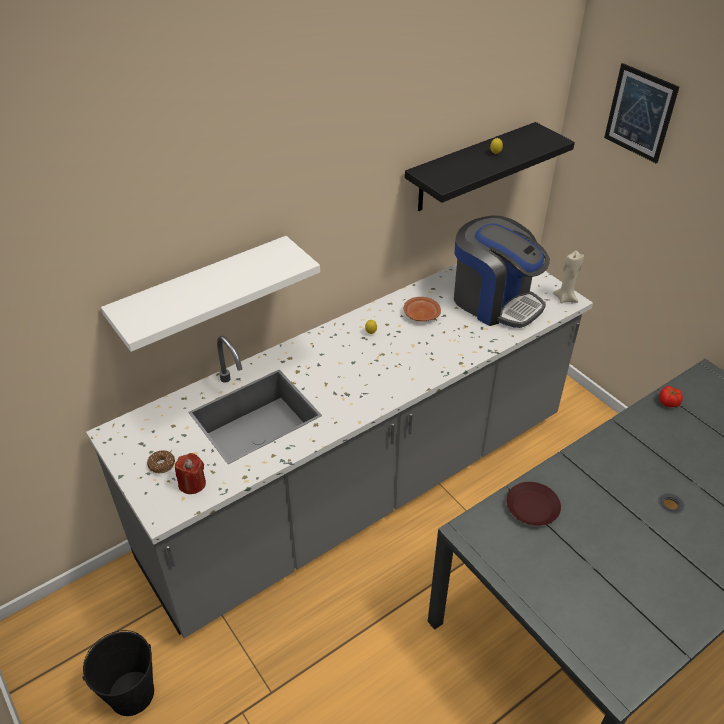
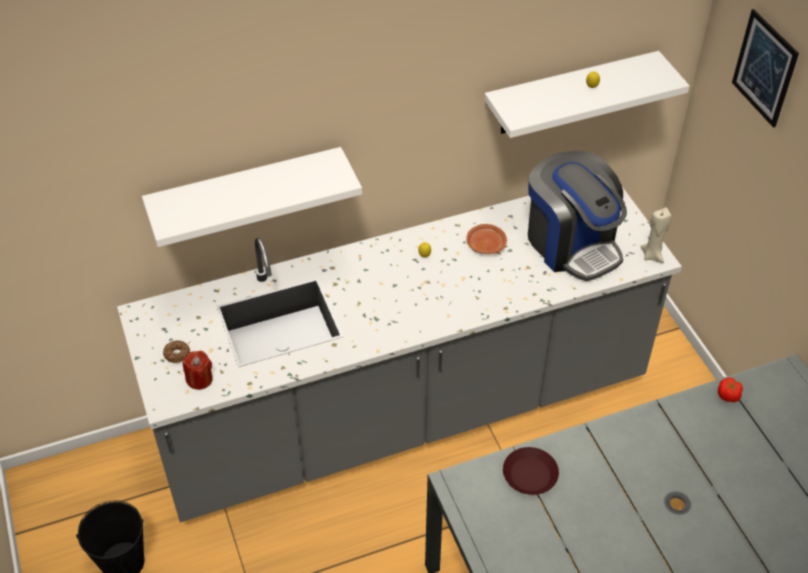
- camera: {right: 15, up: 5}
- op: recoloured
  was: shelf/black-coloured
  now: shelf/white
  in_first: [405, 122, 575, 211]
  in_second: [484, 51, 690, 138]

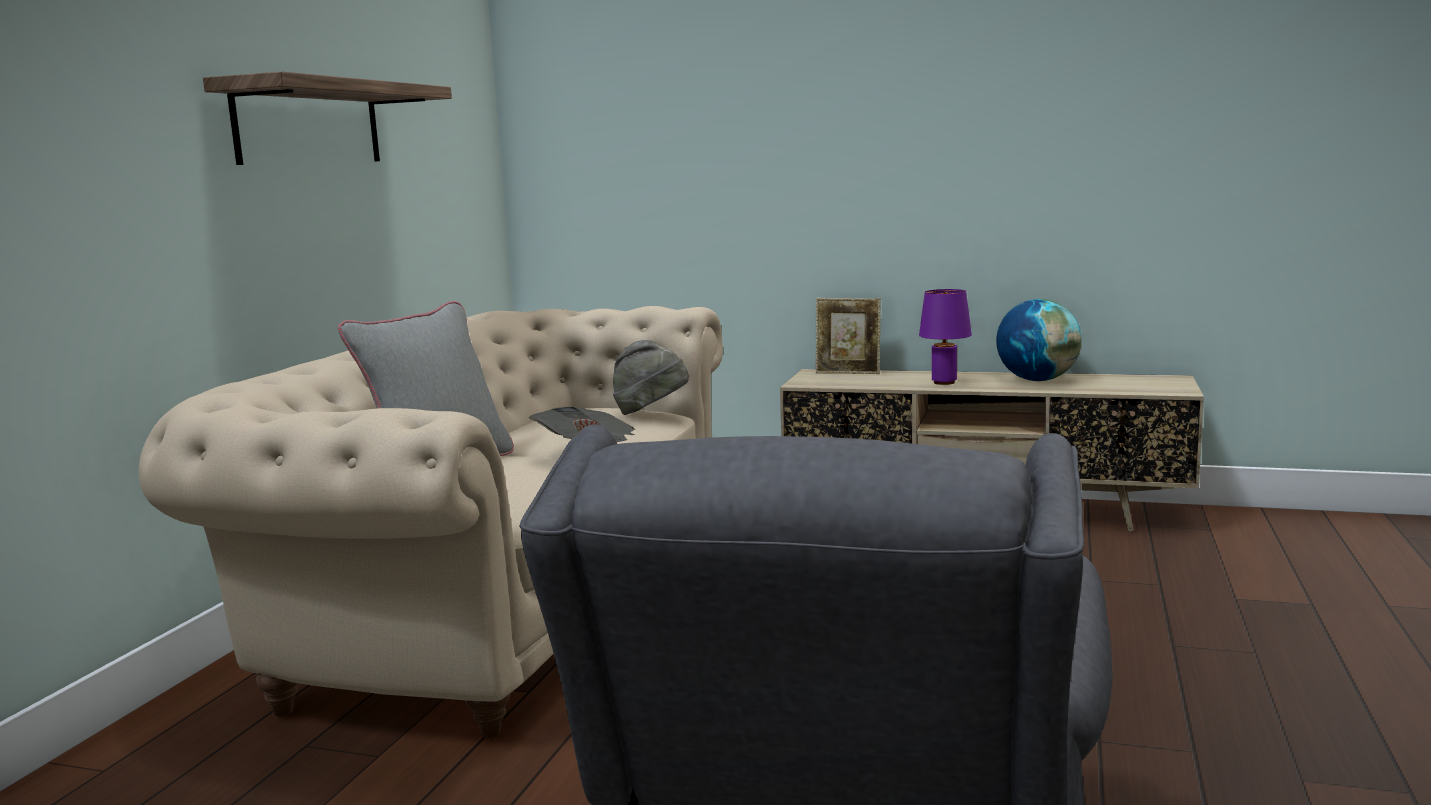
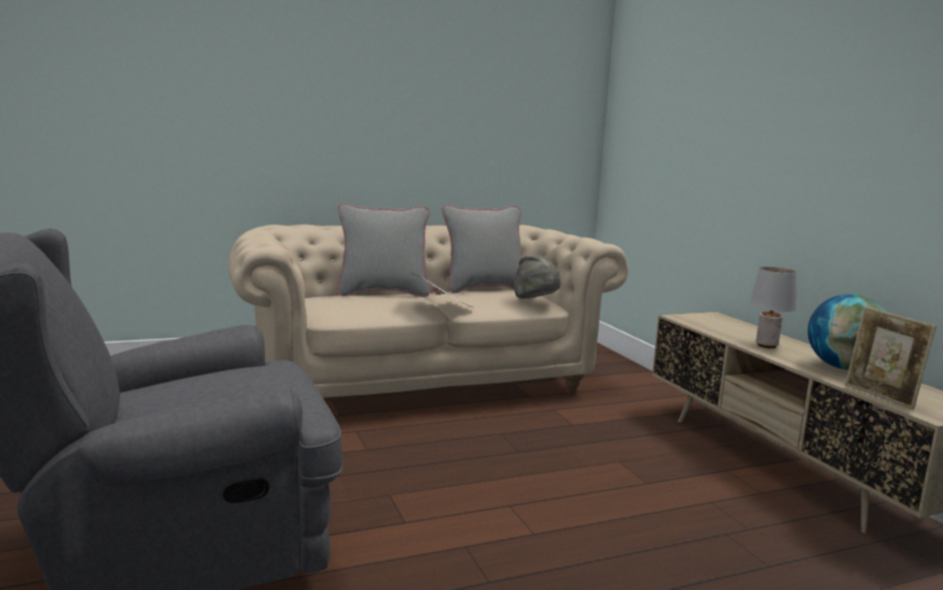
- camera: {right: 50, up: 0}
- op: removed
  was: shelf
  in_first: [203, 71, 452, 165]
- op: added
  now: cushion/greyish
  in_second: [442, 205, 522, 293]
- op: moved
  was: standing frame
  in_first: [816, 298, 881, 374]
  in_second: [845, 307, 937, 409]
- op: recoloured
  was: tabletop lamp/purple
  now: tabletop lamp/greyish
  in_first: [919, 289, 972, 385]
  in_second: [750, 267, 797, 348]

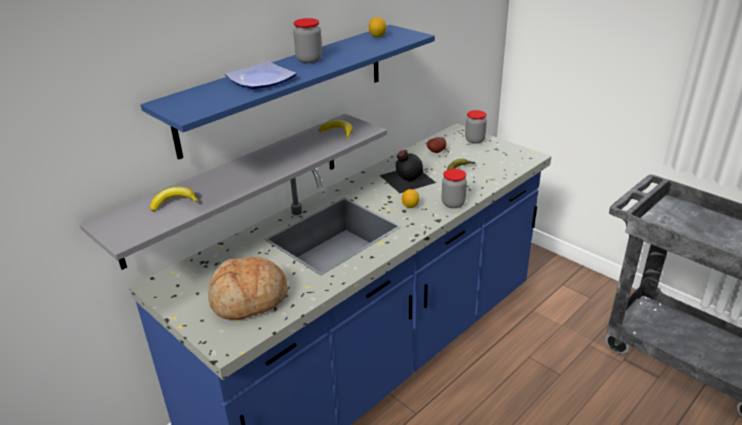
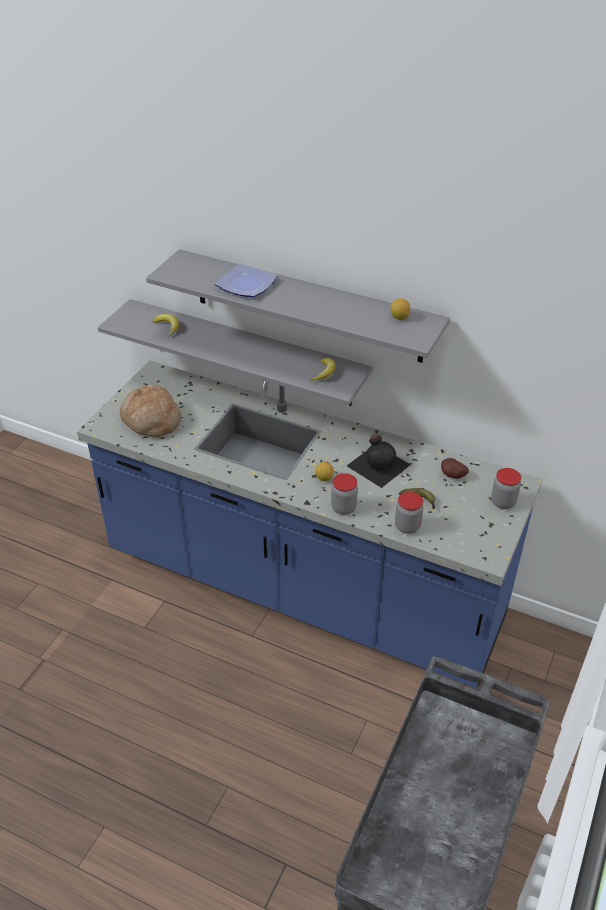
- camera: {right: 70, up: 10}
- op: moved
  was: jar
  in_first: [293, 18, 322, 63]
  in_second: [395, 492, 423, 534]
- op: recoloured
  was: shelf/bluish
  now: shelf/greyish
  in_first: [141, 25, 435, 160]
  in_second: [146, 249, 450, 363]

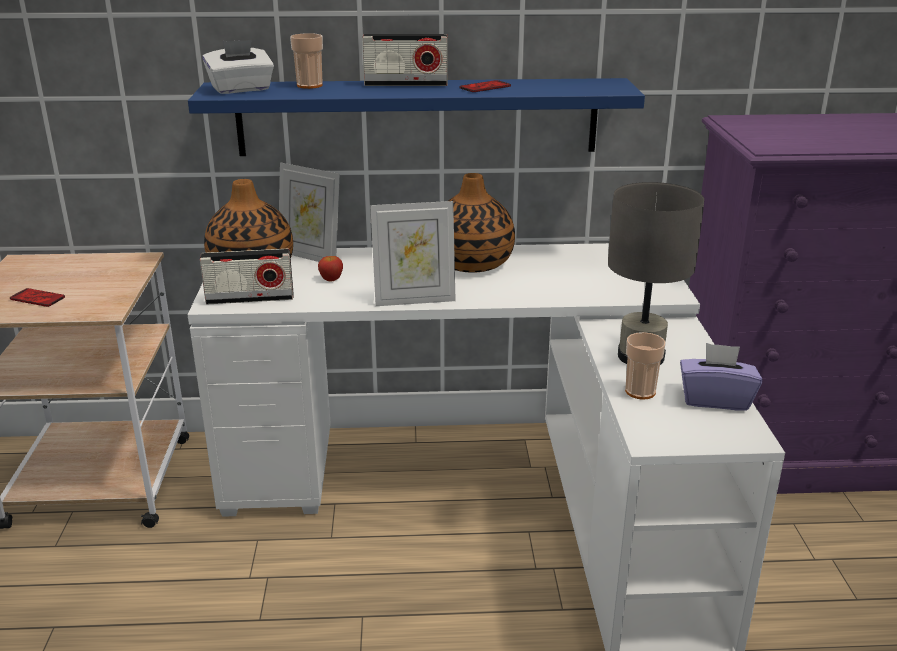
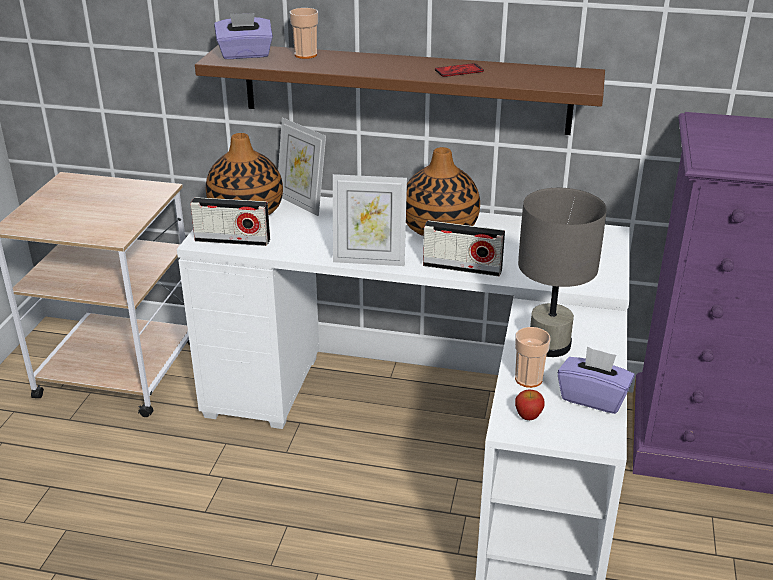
- camera: {right: 15, up: 5}
- op: removed
  was: phone
  in_first: [10, 288, 65, 307]
- op: moved
  was: whole apple
  in_first: [318, 256, 343, 281]
  in_second: [515, 390, 545, 420]
- op: moved
  was: radio set
  in_first: [362, 34, 448, 86]
  in_second: [423, 220, 505, 276]
- op: recoloured
  was: shelf/bluish
  now: shelf/brown-coloured
  in_first: [188, 78, 645, 156]
  in_second: [195, 45, 605, 135]
- op: recoloured
  was: tissue holder/white
  now: tissue holder/purple
  in_first: [202, 39, 274, 94]
  in_second: [214, 13, 273, 59]

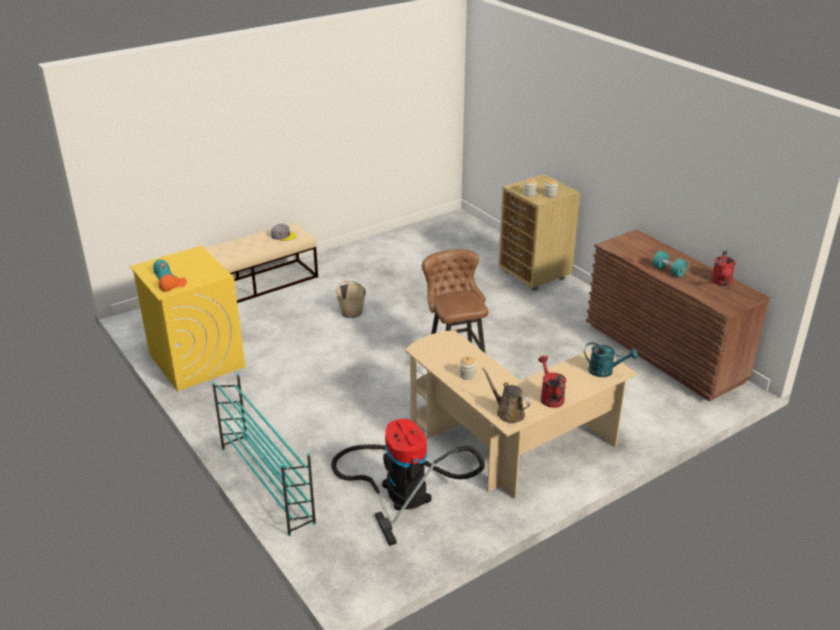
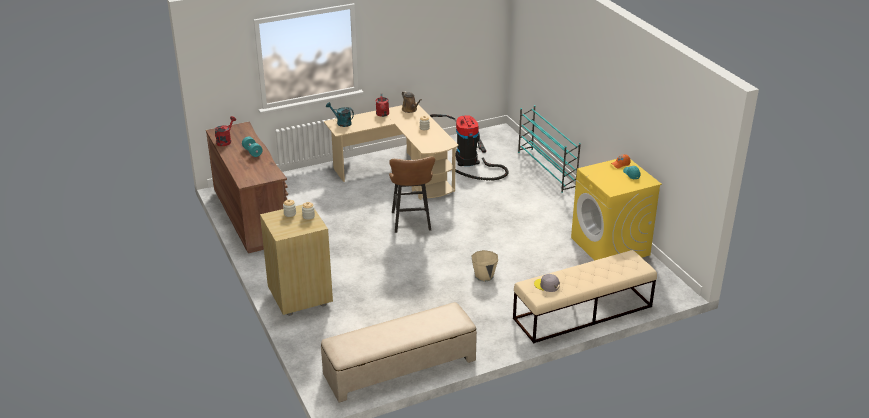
- camera: {right: -170, up: 0}
- op: added
  now: indoor bench/beige
  in_second: [321, 302, 477, 402]

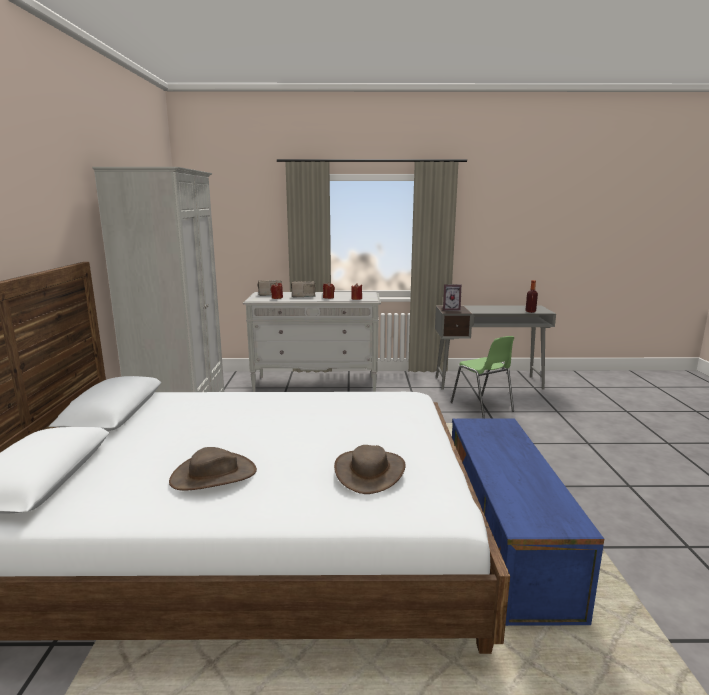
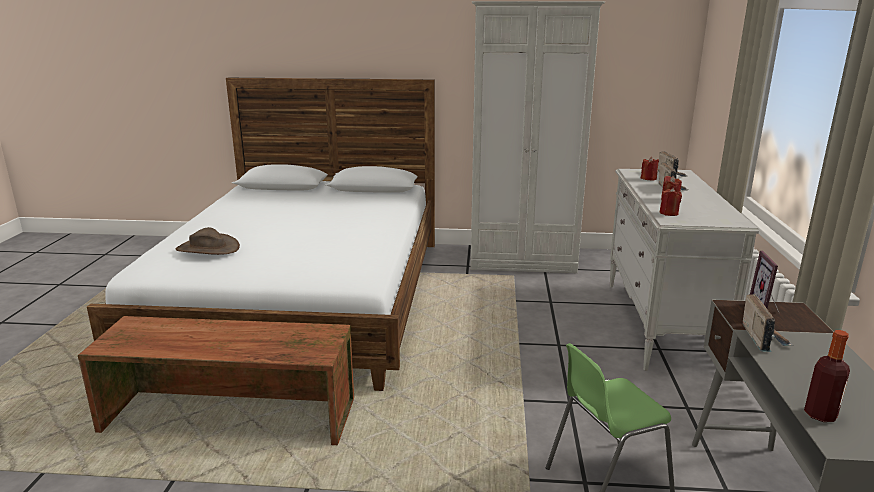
- camera: {right: 95, up: 5}
- op: removed
  was: wearable hat/brown-coloured
  in_first: [169, 447, 257, 491]
- op: added
  now: radio set
  in_second: [742, 294, 794, 352]
- op: recoloured
  was: indoor bench/bluish
  now: indoor bench/brown-coloured
  in_first: [452, 418, 604, 626]
  in_second: [78, 316, 354, 445]

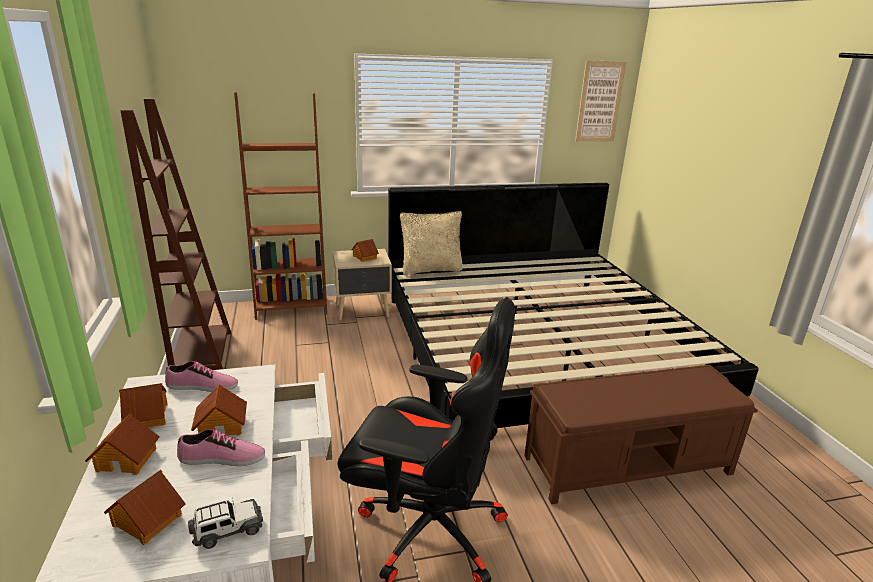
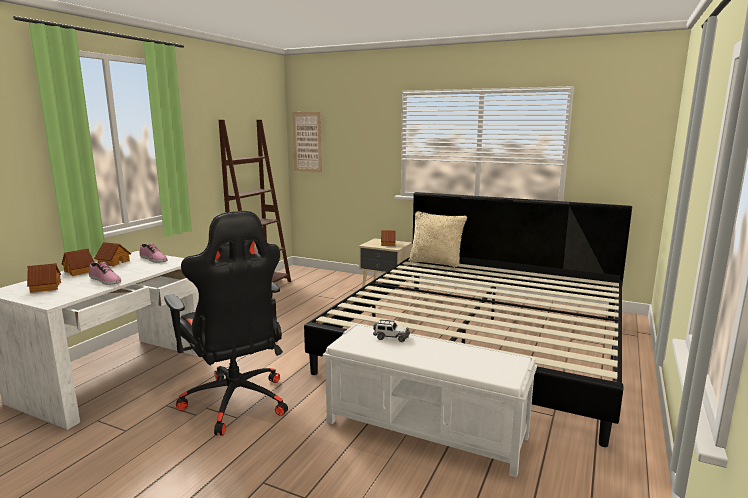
- camera: {right: 40, up: -10}
- op: removed
  was: miniature house
  in_first: [191, 384, 247, 436]
- op: removed
  was: shelving unit/brown-coloured
  in_first: [234, 92, 327, 320]
- op: moved
  was: model car
  in_first: [188, 498, 263, 549]
  in_second: [373, 320, 410, 342]
- op: moved
  was: wall picture
  in_first: [575, 60, 626, 142]
  in_second: [292, 112, 322, 173]
- op: recoloured
  was: indoor bench/brown-coloured
  now: indoor bench/white
  in_first: [524, 365, 758, 504]
  in_second: [323, 323, 537, 478]

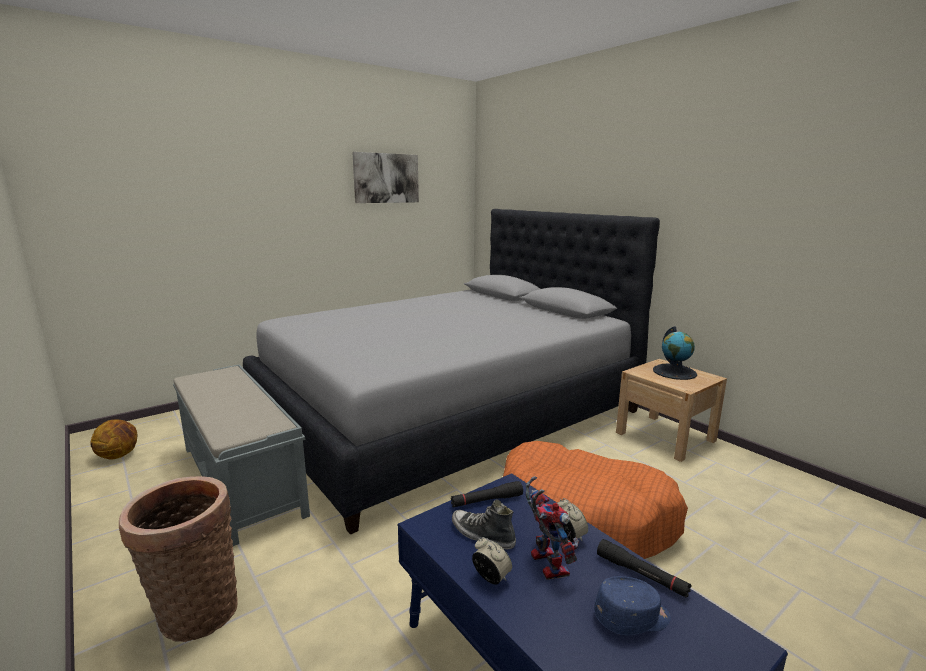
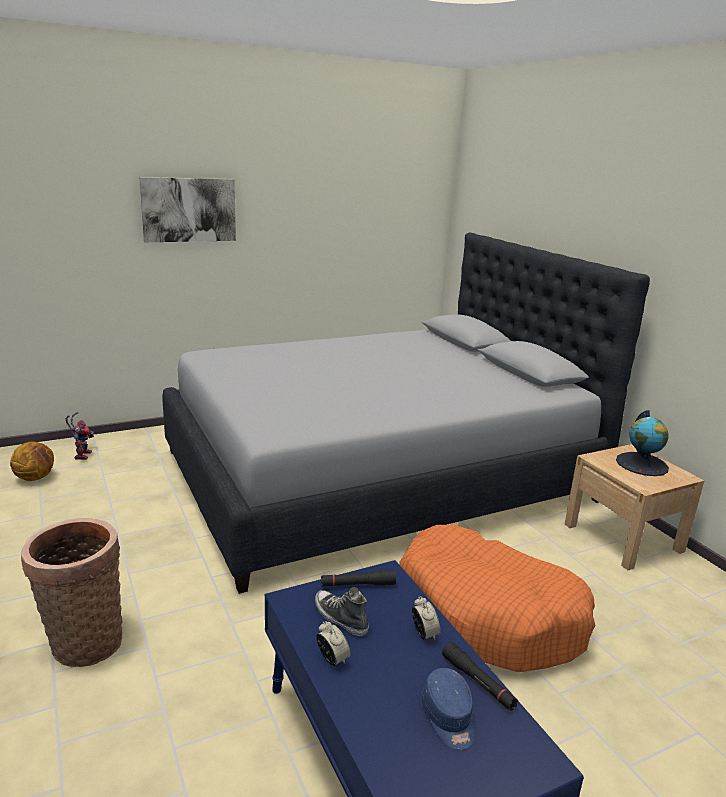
- camera: {right: 10, up: 5}
- op: removed
  was: indoor bench/greyish
  in_first: [173, 364, 310, 546]
- op: moved
  was: wall picture
  in_first: [352, 152, 419, 203]
  in_second: [139, 177, 236, 242]
- op: moved
  was: robot figure
  in_first: [526, 476, 579, 580]
  in_second: [65, 412, 94, 460]
- op: turned
  was: cap/bluish
  in_first: [594, 576, 671, 635]
  in_second: [422, 668, 474, 750]
  clockwise: 75

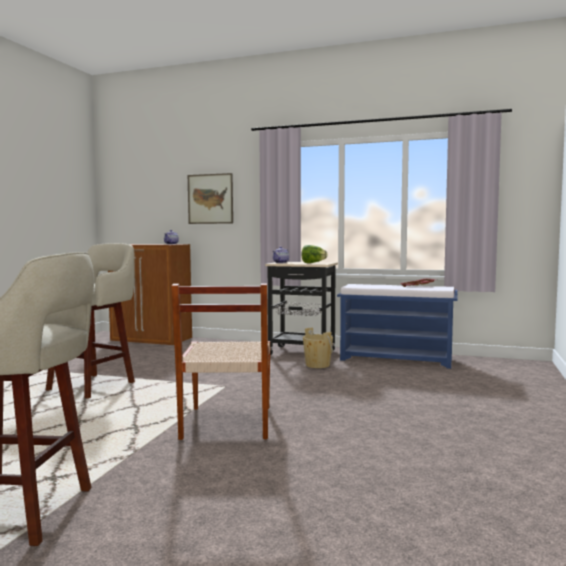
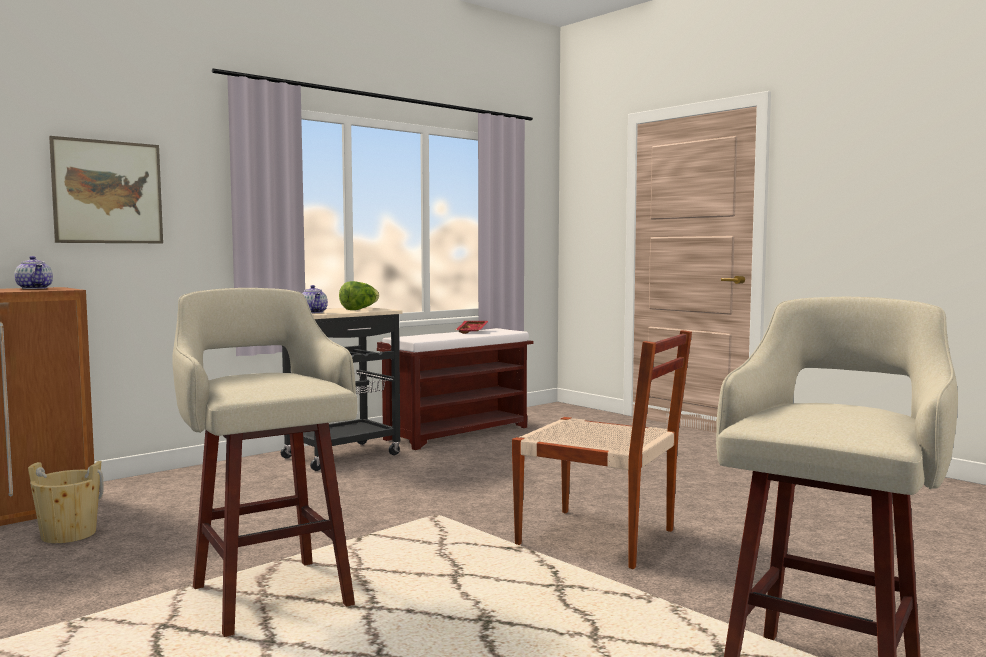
- camera: {right: -60, up: 0}
- op: moved
  was: bucket/beige
  in_first: [303, 328, 333, 368]
  in_second: [28, 461, 104, 543]
- op: recoloured
  was: indoor bench/bluish
  now: indoor bench/brown-coloured
  in_first: [337, 284, 458, 369]
  in_second: [377, 328, 533, 450]

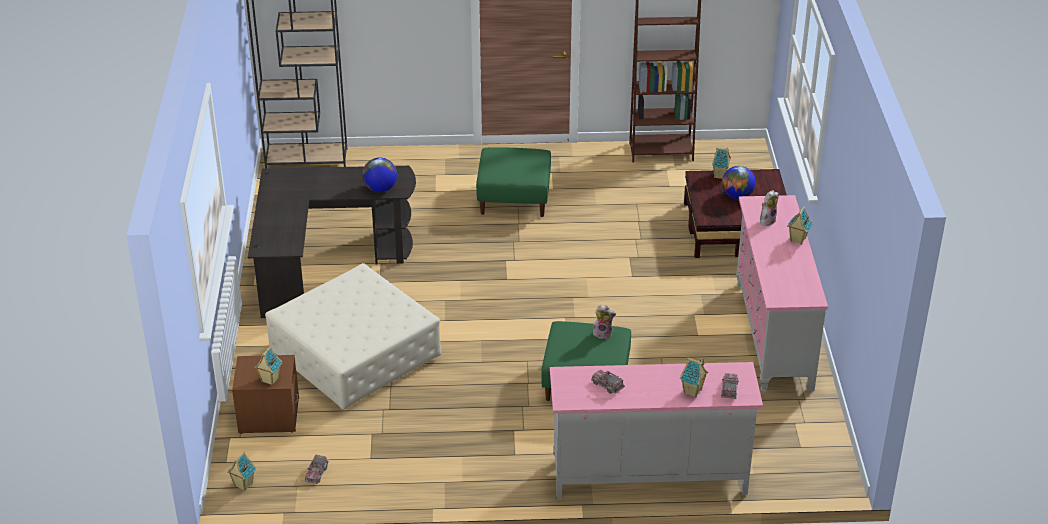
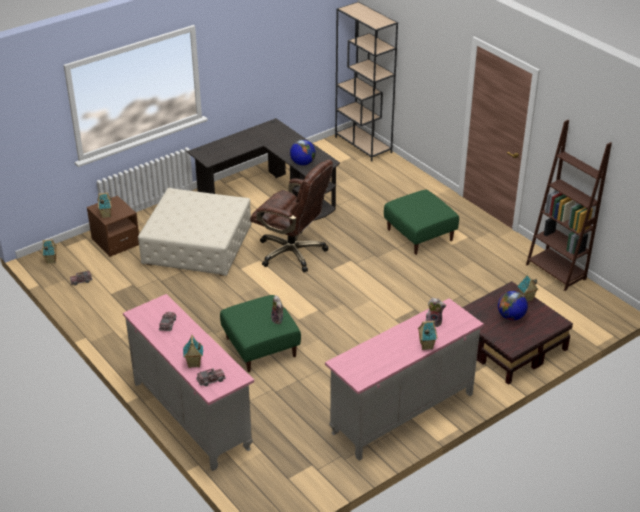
- camera: {right: 55, up: 0}
- op: added
  now: desk chair/brown-coloured
  in_second: [250, 159, 333, 272]

